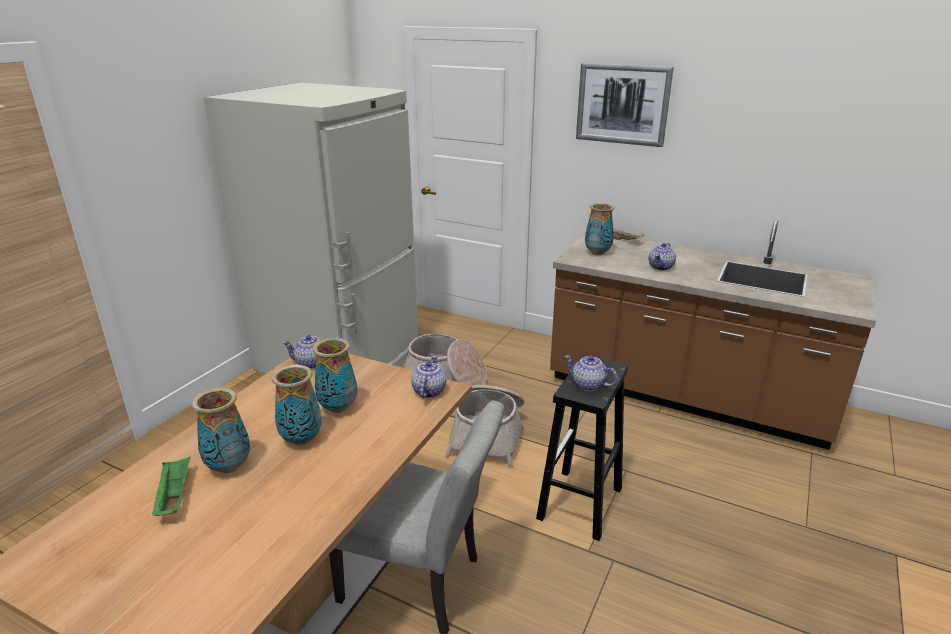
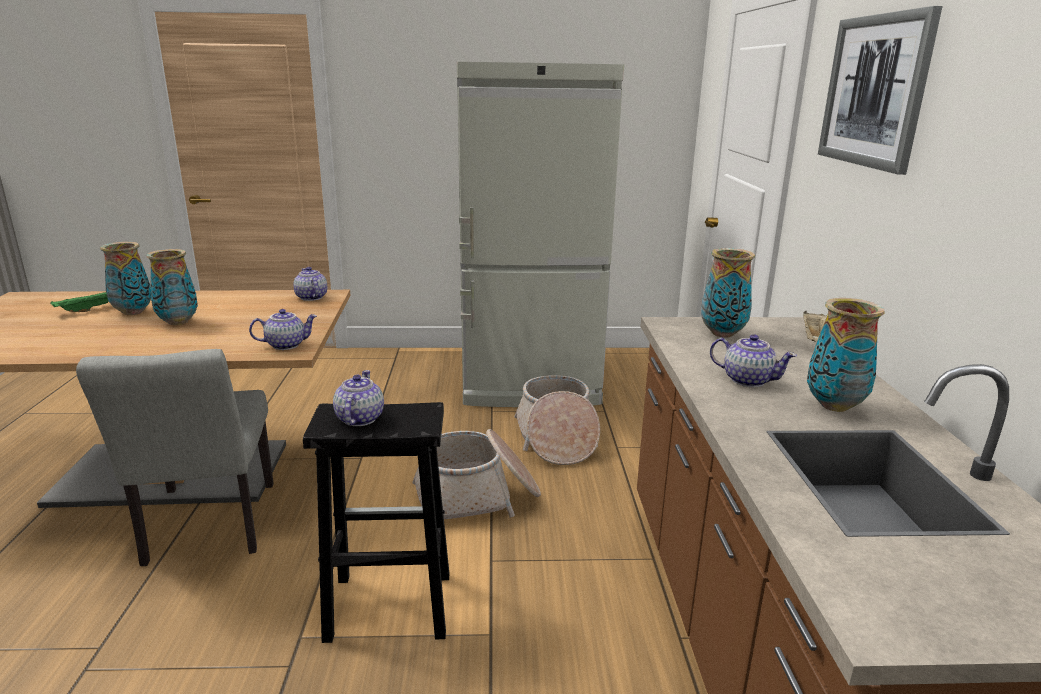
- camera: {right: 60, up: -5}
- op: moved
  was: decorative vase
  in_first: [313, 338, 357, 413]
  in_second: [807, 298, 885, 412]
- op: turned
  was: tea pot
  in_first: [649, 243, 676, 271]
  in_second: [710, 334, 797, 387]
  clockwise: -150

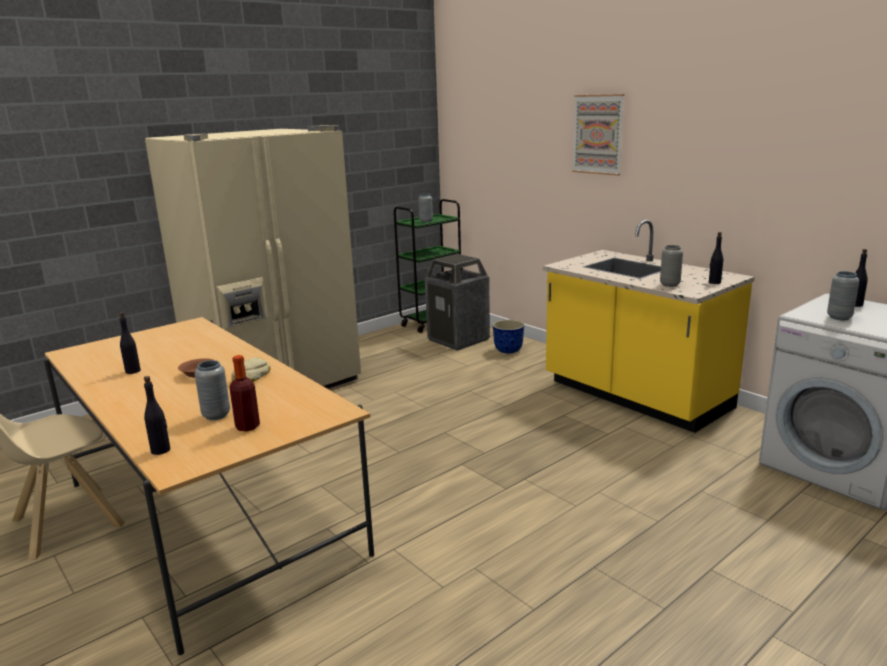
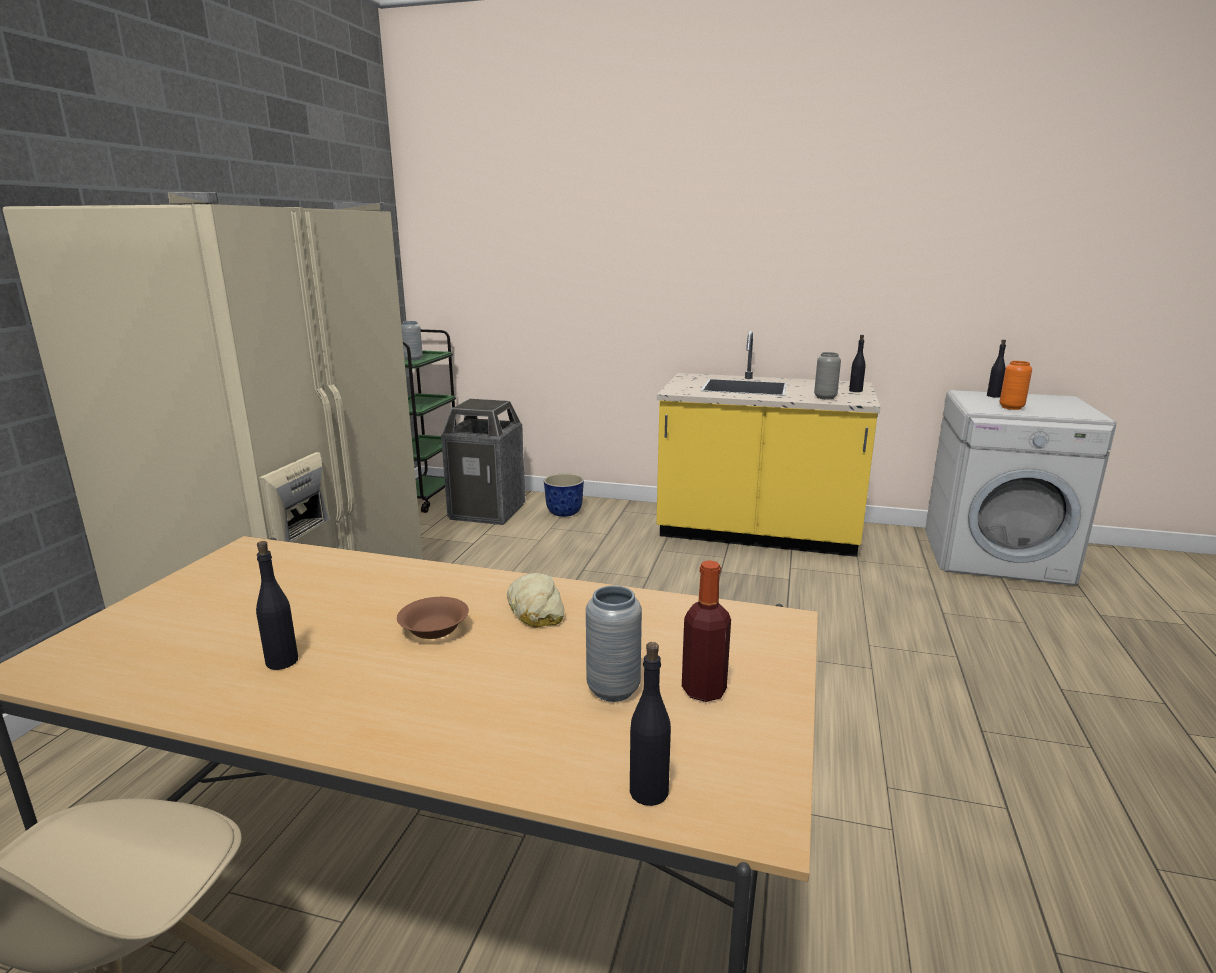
- camera: {right: -35, up: 0}
- op: removed
  was: wall picture
  in_first: [572, 94, 624, 176]
- op: recoloured
  was: decorative vase/greyish
  now: decorative vase/orange
  in_first: [827, 271, 859, 320]
  in_second: [1000, 361, 1032, 410]

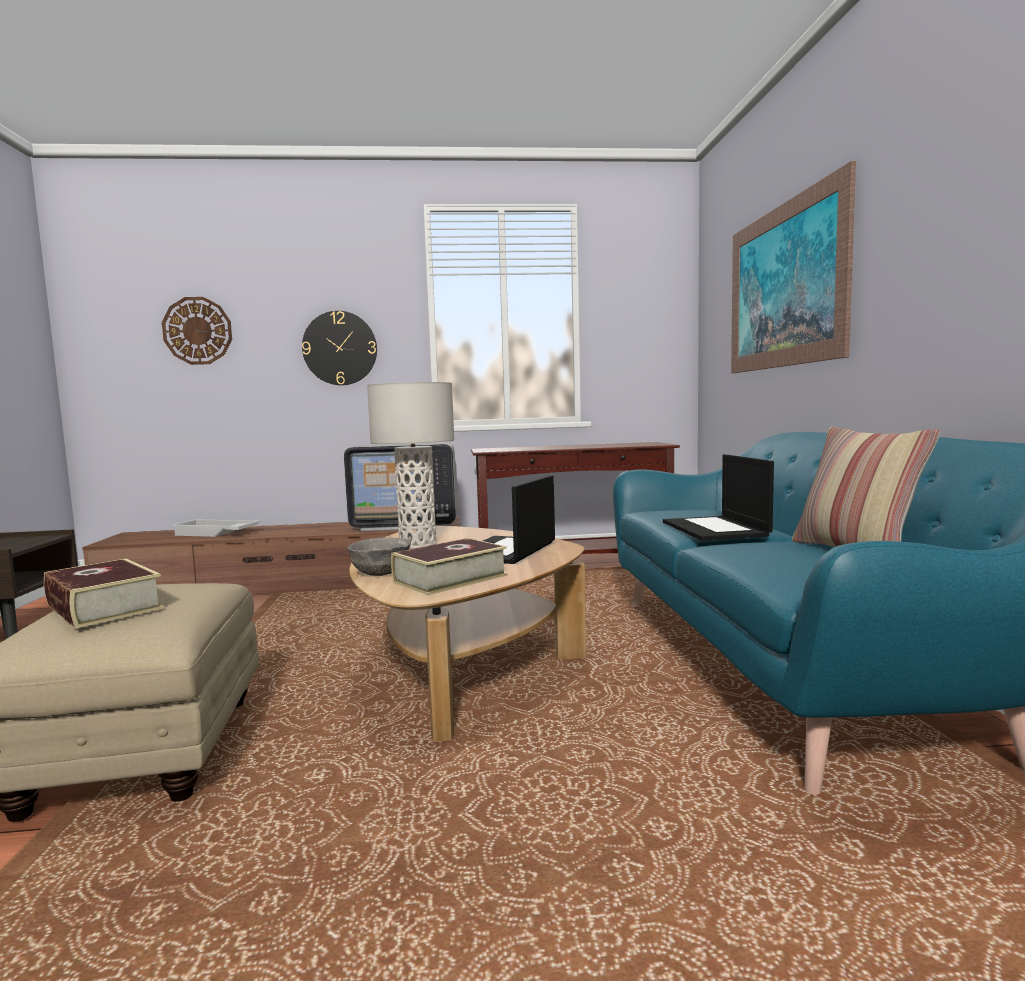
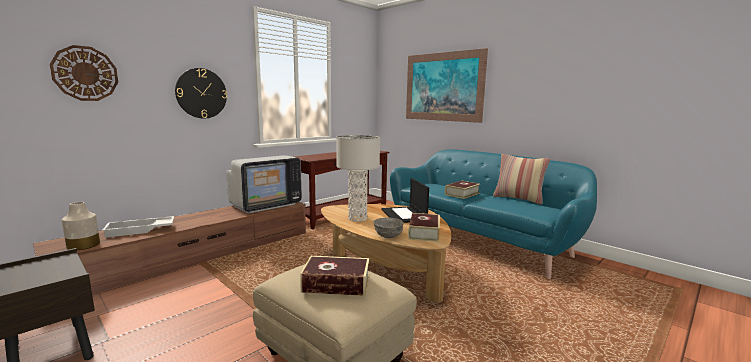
- camera: {right: -40, up: 5}
- op: added
  now: decorative vase/beige
  in_second: [62, 202, 100, 250]
- op: replaced
  was: portable computer
  now: book
  in_first: [663, 454, 774, 540]
  in_second: [445, 181, 480, 199]

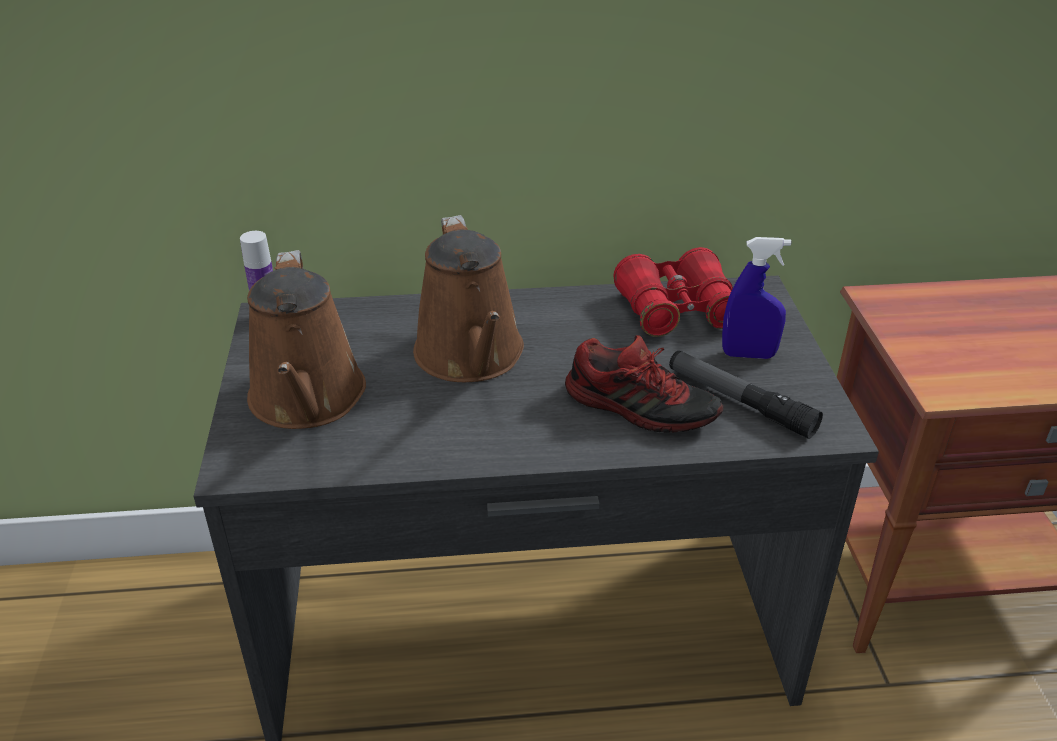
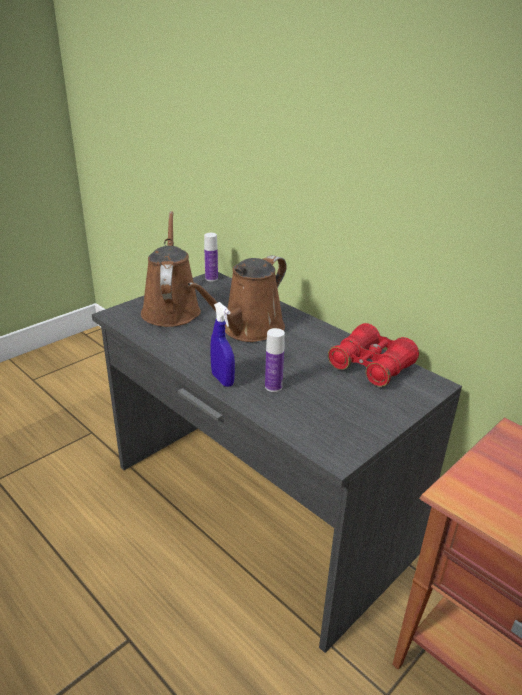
- camera: {right: 50, up: -5}
- op: removed
  was: torch
  in_first: [669, 351, 823, 439]
- op: moved
  was: hand sprayer/bluish
  in_first: [722, 237, 791, 359]
  in_second: [210, 302, 235, 387]
- op: replaced
  was: item of footwear
  now: bottle
  in_first: [565, 335, 723, 433]
  in_second: [265, 328, 285, 392]
- op: turned
  was: sprinkling can/brown-coloured
  in_first: [247, 250, 366, 429]
  in_second: [141, 211, 201, 327]
  clockwise: 135

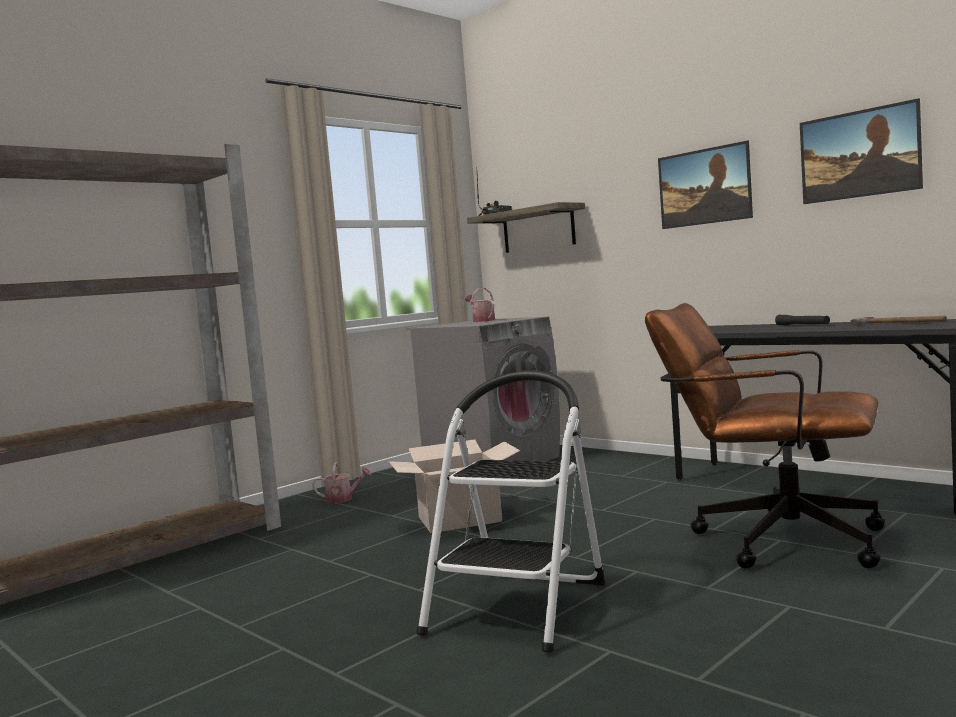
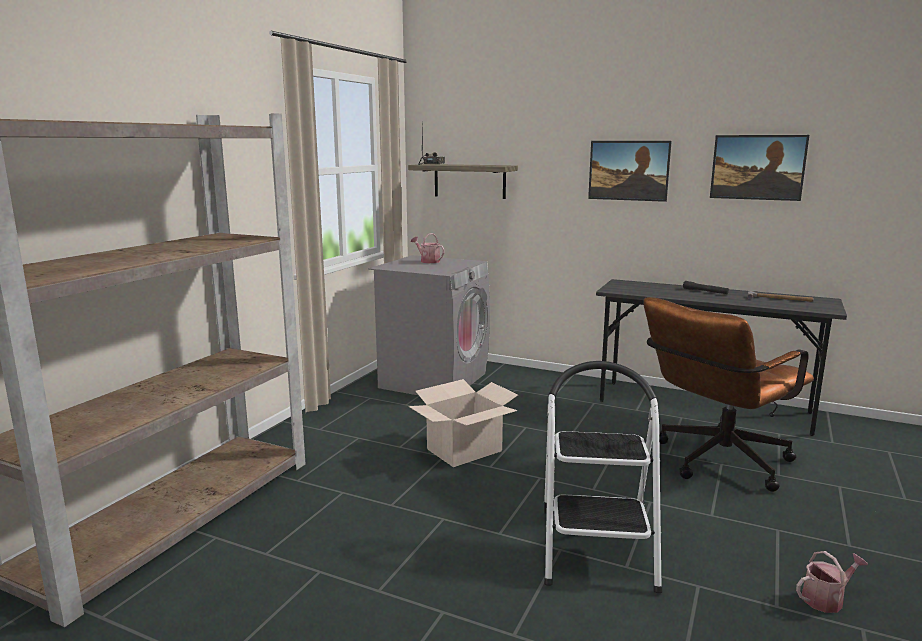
- camera: {right: -20, up: 10}
- op: moved
  was: sprinkling can
  in_first: [312, 462, 371, 503]
  in_second: [796, 551, 868, 613]
- op: turned
  was: desk chair/brown-coloured
  in_first: [645, 303, 885, 569]
  in_second: [643, 297, 814, 492]
  clockwise: -45

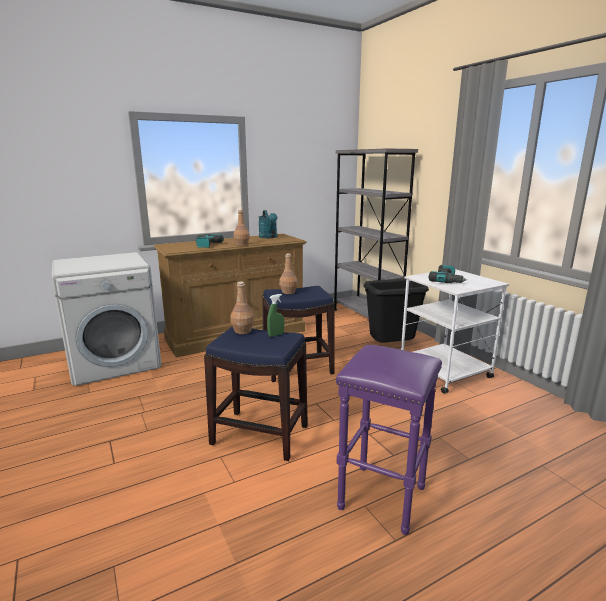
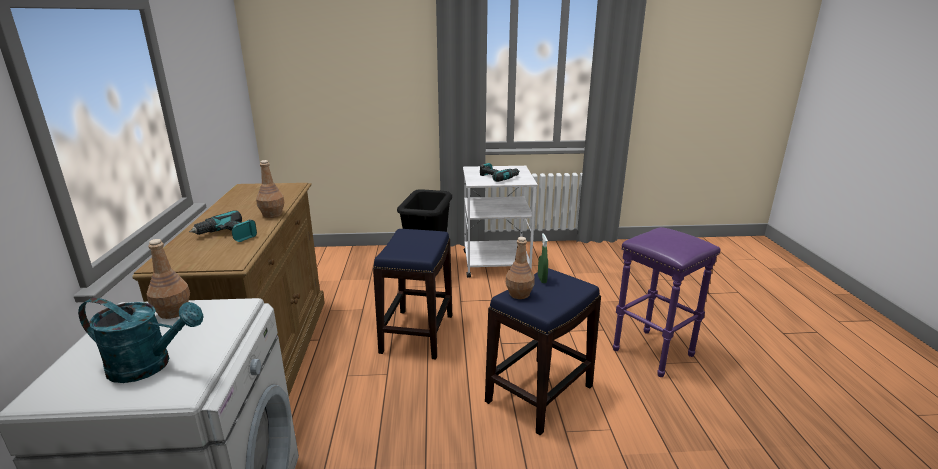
- camera: {right: -65, up: 5}
- op: removed
  was: shelving unit/greyish
  in_first: [334, 148, 418, 318]
- op: moved
  was: sprinkling can/turquoise
  in_first: [259, 210, 277, 238]
  in_second: [78, 298, 204, 383]
- op: moved
  was: bottle/brown-coloured
  in_first: [279, 253, 298, 294]
  in_second: [147, 239, 190, 319]

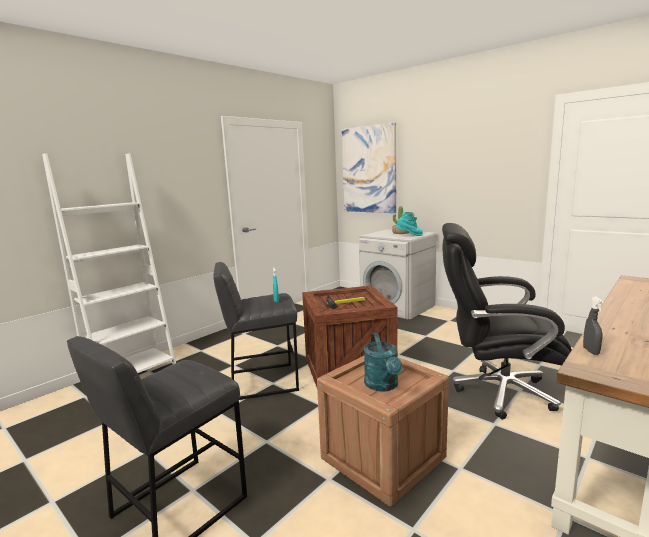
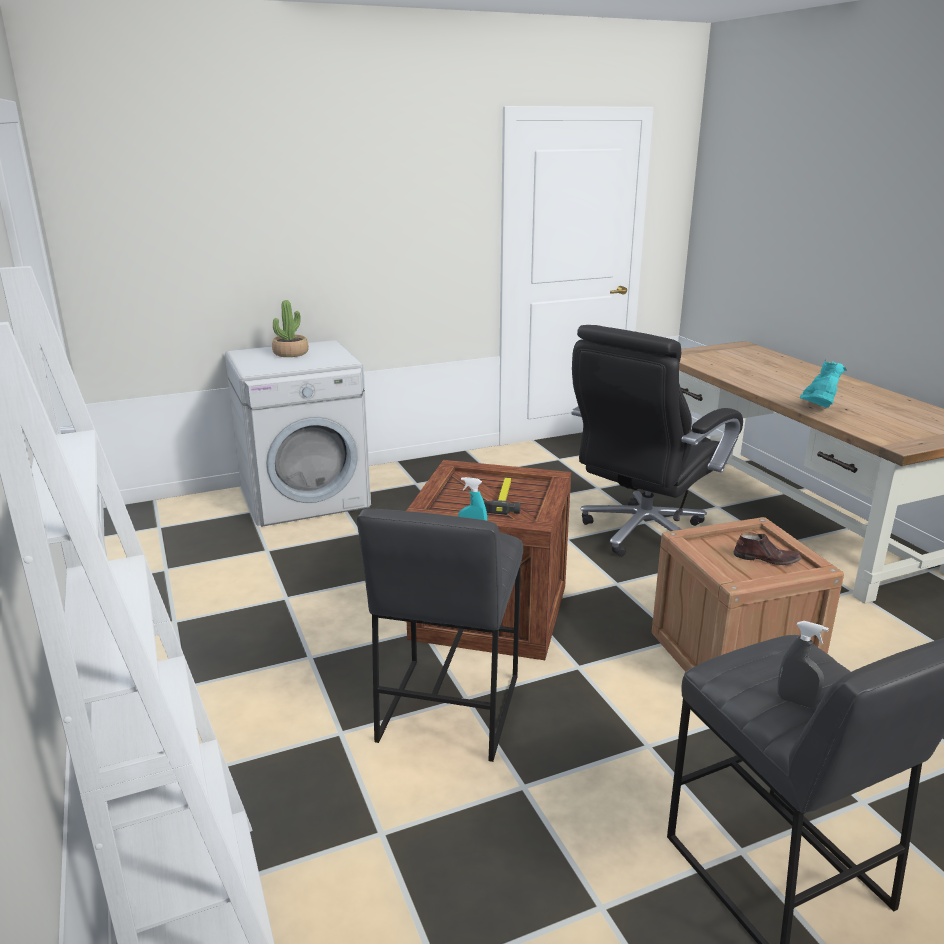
- camera: {right: -65, up: 10}
- op: removed
  was: wall picture
  in_first: [342, 123, 396, 213]
- op: moved
  was: high-top boot/turquoise
  in_first: [396, 212, 423, 236]
  in_second: [799, 360, 847, 408]
- op: moved
  was: hand sprayer/greyish
  in_first: [583, 297, 604, 355]
  in_second: [778, 621, 829, 708]
- op: replaced
  was: sprinkling can/turquoise
  now: item of footwear/brown-coloured
  in_first: [364, 332, 402, 392]
  in_second: [733, 532, 802, 565]

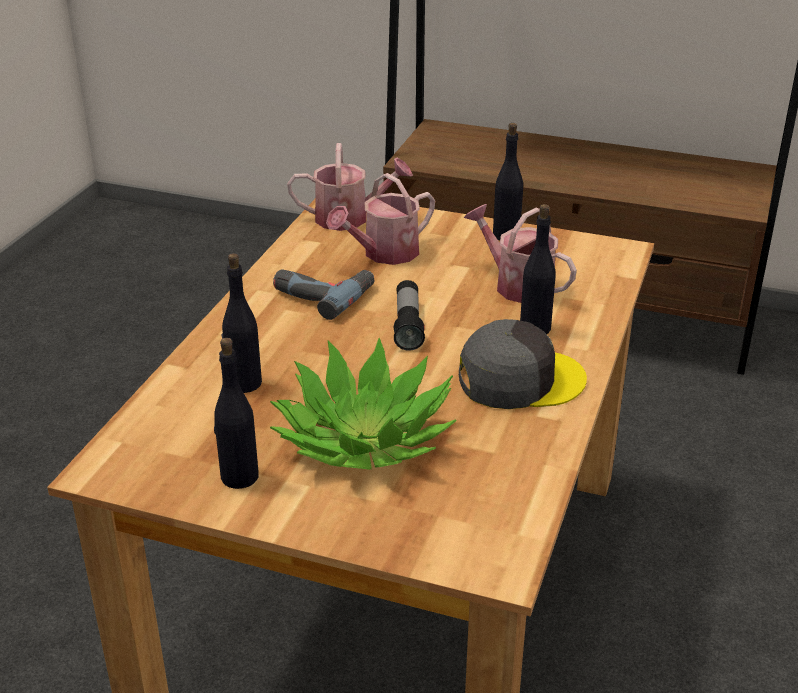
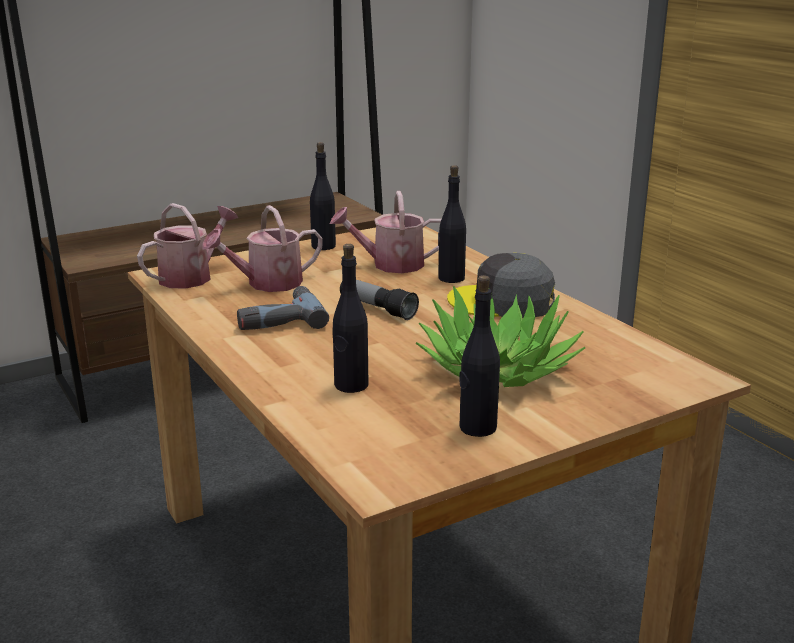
- camera: {right: -50, up: -10}
- op: turned
  was: sprinkling can
  in_first: [326, 173, 435, 265]
  in_second: [202, 205, 323, 292]
  clockwise: 60
- op: turned
  was: cap/greyish
  in_first: [459, 319, 587, 409]
  in_second: [447, 253, 555, 318]
  clockwise: -105

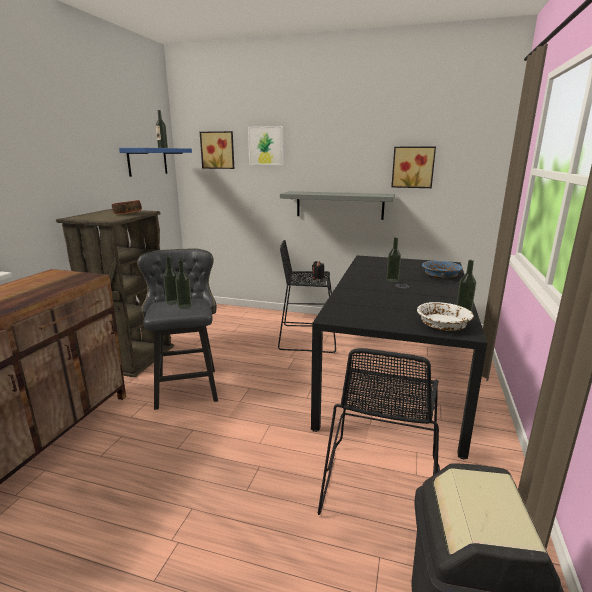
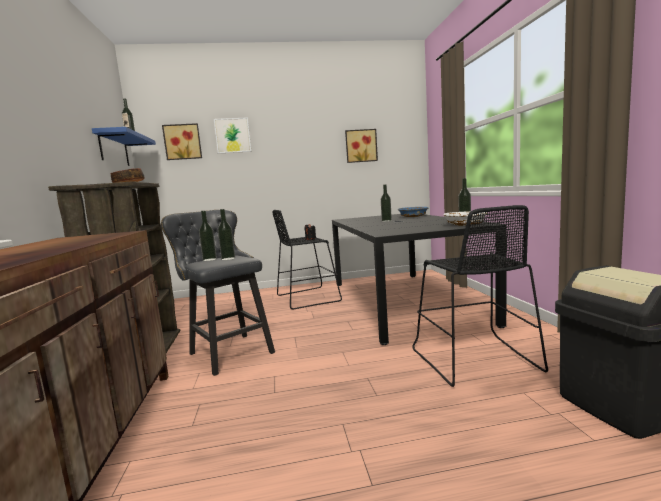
- camera: {right: -25, up: -10}
- op: removed
  was: shelf/greyish
  in_first: [280, 191, 395, 220]

